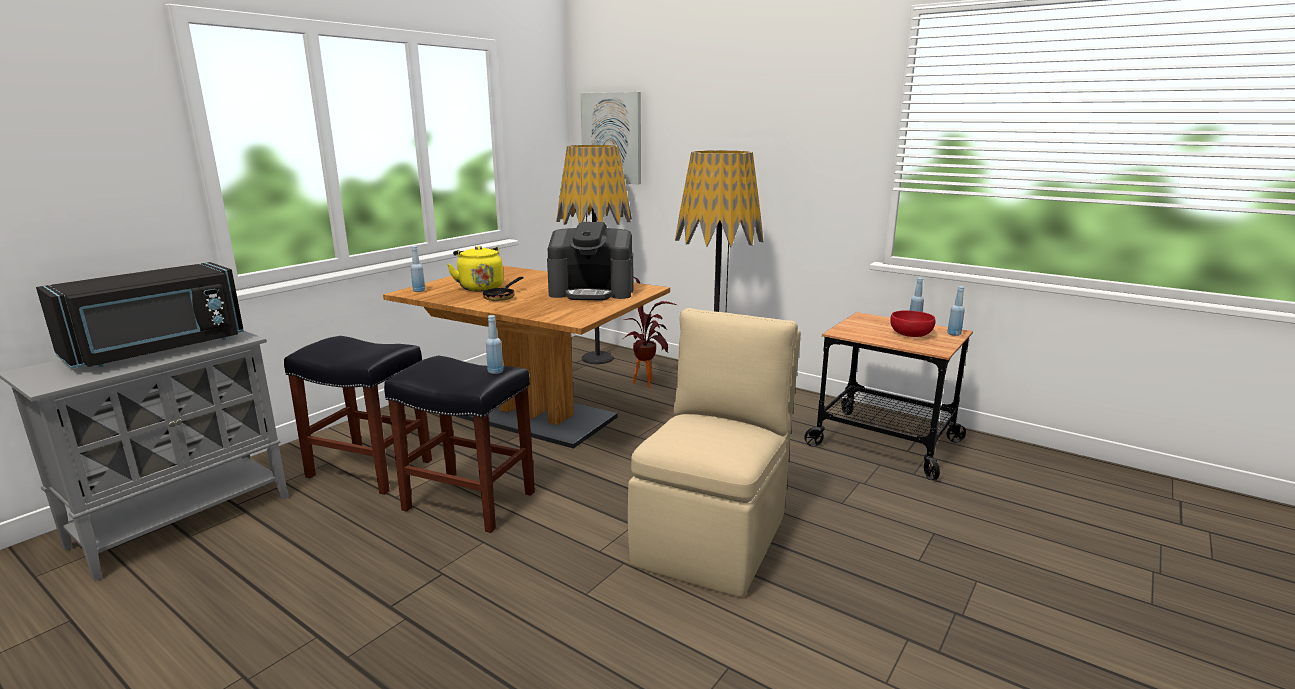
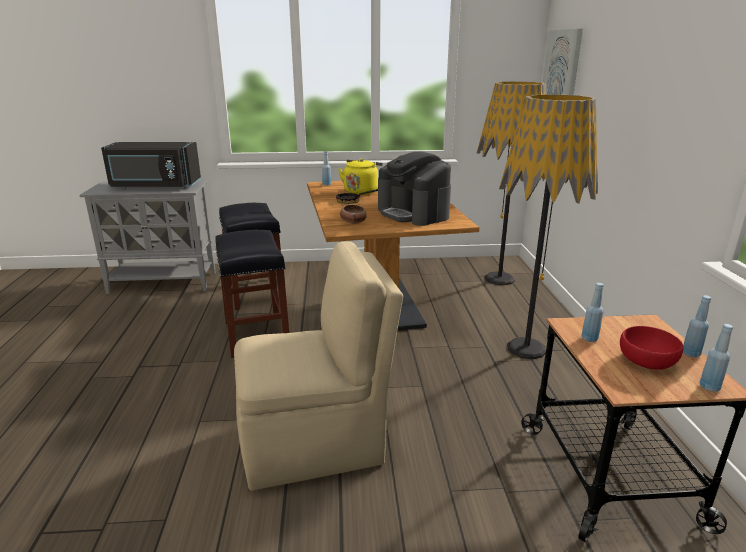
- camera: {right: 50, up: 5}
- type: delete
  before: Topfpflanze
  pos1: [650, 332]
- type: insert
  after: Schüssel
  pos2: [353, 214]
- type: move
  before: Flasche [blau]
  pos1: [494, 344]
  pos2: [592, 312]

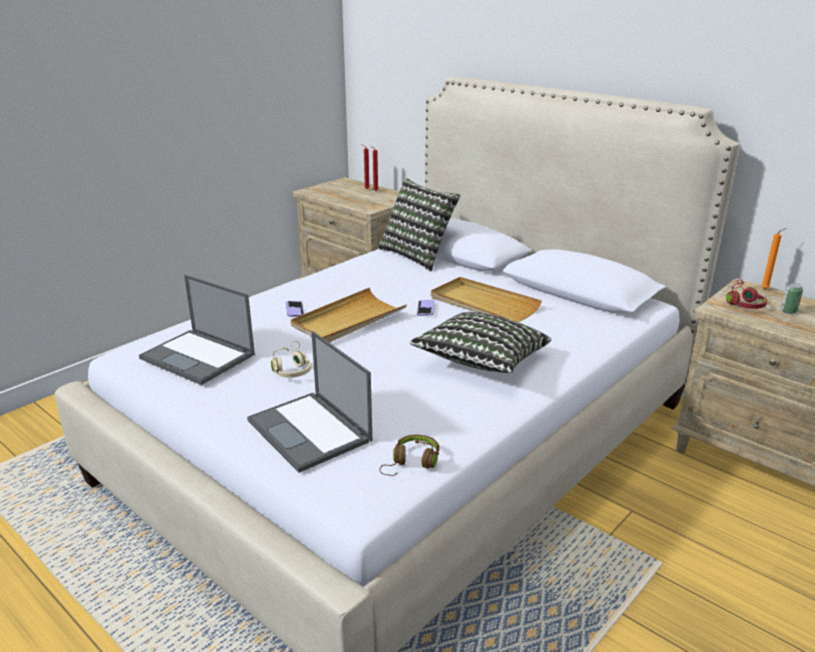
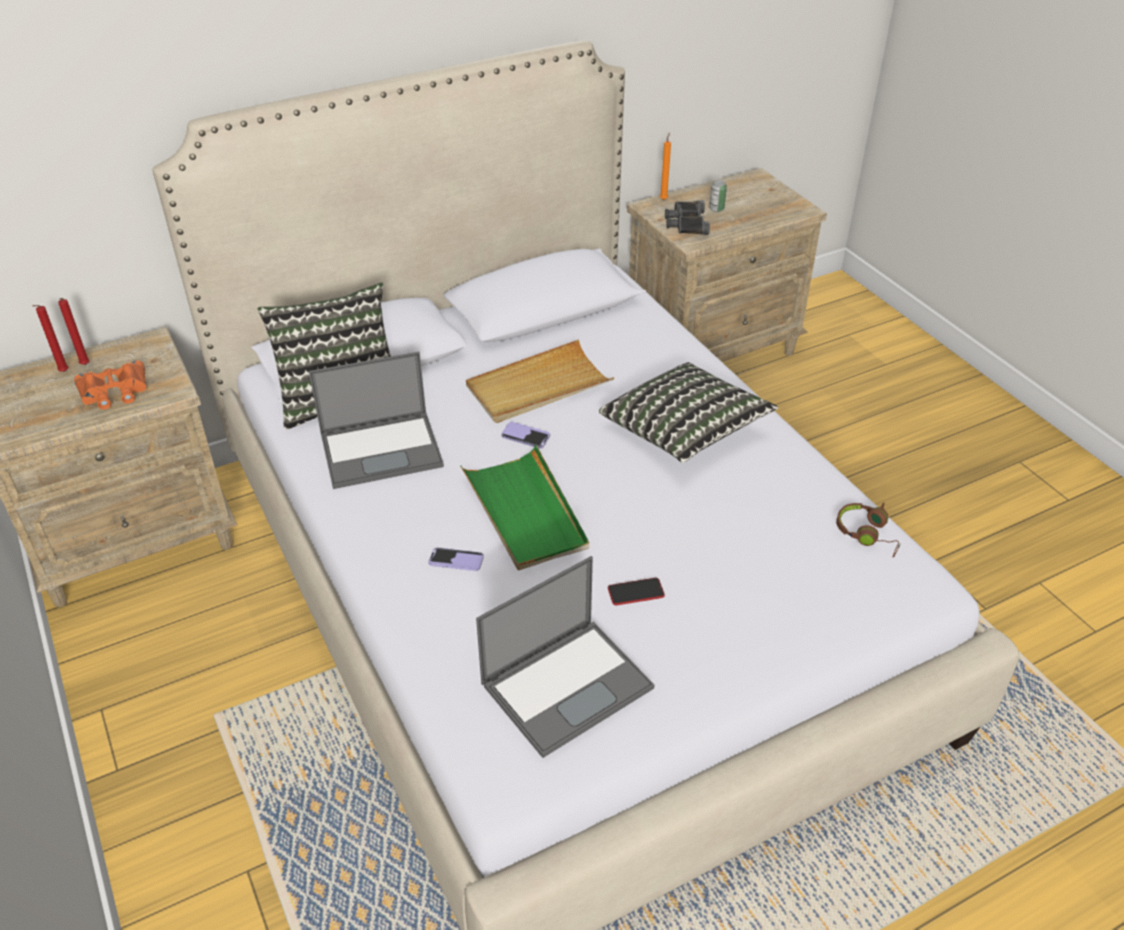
- camera: {right: -70, up: 15}
- type: insert
  after: Fernglas [orange]
  pos2: [110, 385]
- type: move
  before: Laptop
  pos1: [309, 402]
  pos2: [376, 420]
- type: replace
  before: Kopfhörer [beige]
  after: Handy
  pos1: [291, 359]
  pos2: [636, 591]
- type: replace
  before: Kopfhörer [rot]
  after: Fernglas [schwarz]
  pos1: [746, 294]
  pos2: [687, 217]
- type: recolor
  before: Tablett [beige]
  after: Tablett [grün]
  pos1: [349, 315]
  pos2: [524, 508]

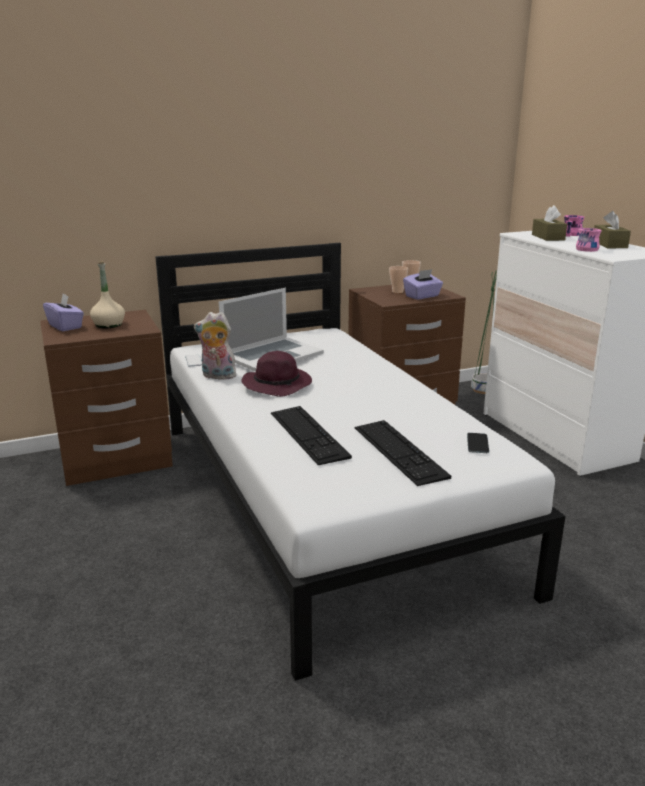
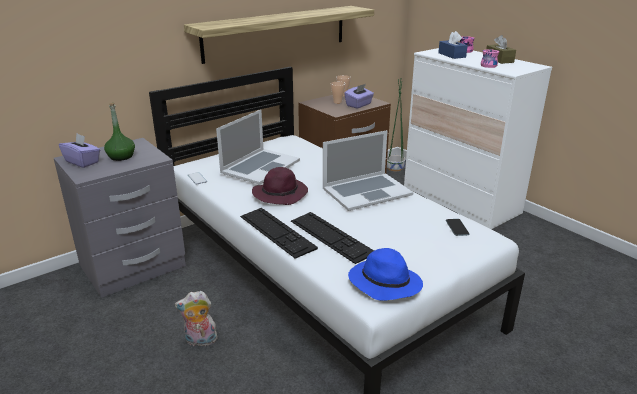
- camera: {right: -15, up: 5}
- type: insert
  after: Wandregal
  pos2: [279, 35]
- type: insert
  after: Laptop
  pos2: [368, 170]
- type: insert
  after: Hut [blau]
  pos2: [385, 274]
- type: move
  before: Plüschtier
  pos1: [215, 346]
  pos2: [196, 318]
- type: move
  before: Tastatur
  pos1: [402, 453]
  pos2: [279, 233]
- type: recolor
  before: Nachttisch [braun]
  after: Nachttisch [grau]
  pos1: [106, 398]
  pos2: [120, 218]
- type: recolor
  before: Flasche [beige]
  after: Flasche [grün]
  pos1: [107, 294]
  pos2: [119, 132]
- type: recolor
  before: Taschentuchbox [braun]
  after: Taschentuchbox [blau]
  pos1: [549, 223]
  pos2: [453, 45]

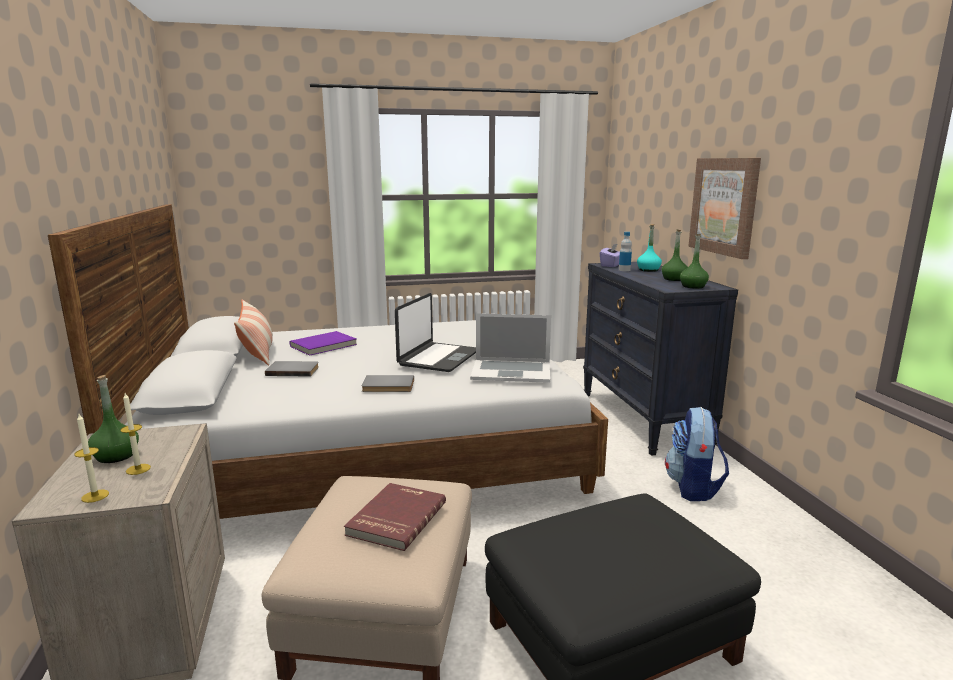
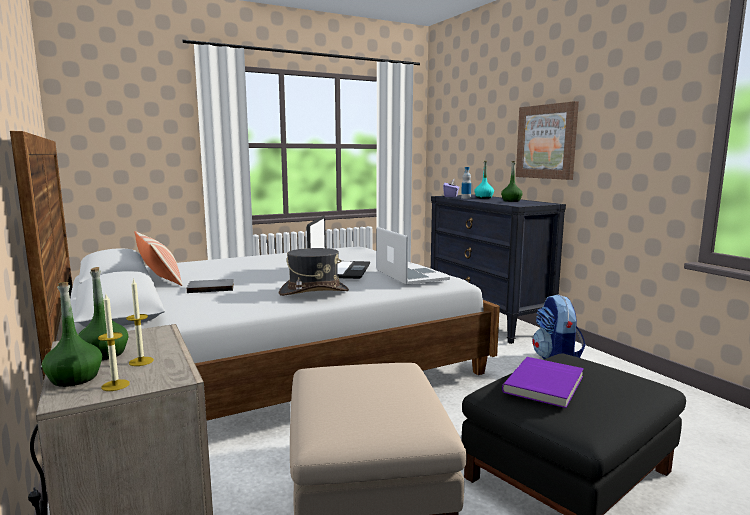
- camera: {right: -15, up: -5}
- type: delete
  before: Buch [rot]
  pos1: [395, 517]
- type: move
  before: Buch [lila]
  pos1: [323, 343]
  pos2: [543, 382]
- type: move
  before: Flasche [grün]
  pos1: [694, 261]
  pos2: [72, 334]
- type: replace
  before: Buch [grau]
  after: Hut [grau]
  pos1: [388, 383]
  pos2: [314, 272]
- type: rotate
  before: Laptop
  pos1: [510, 348]
  pos2: [413, 255]
  turn: -105

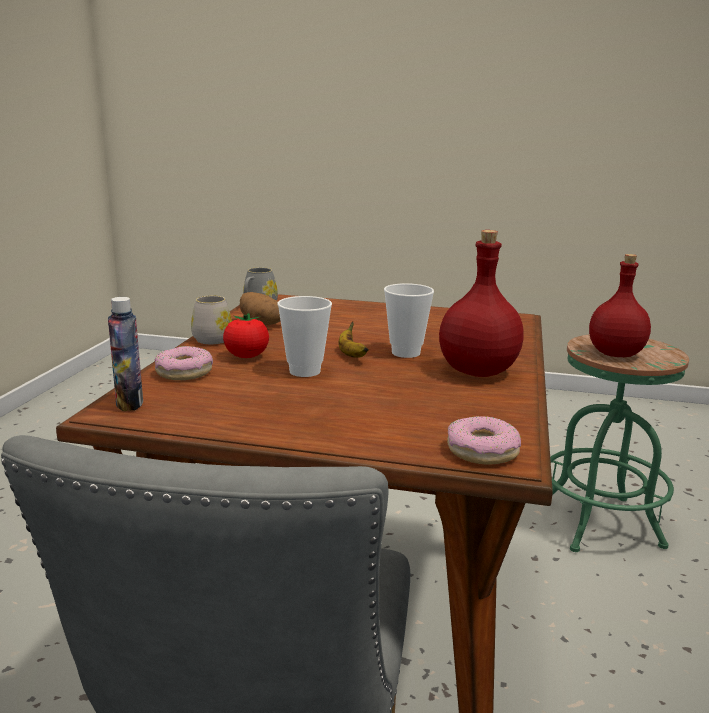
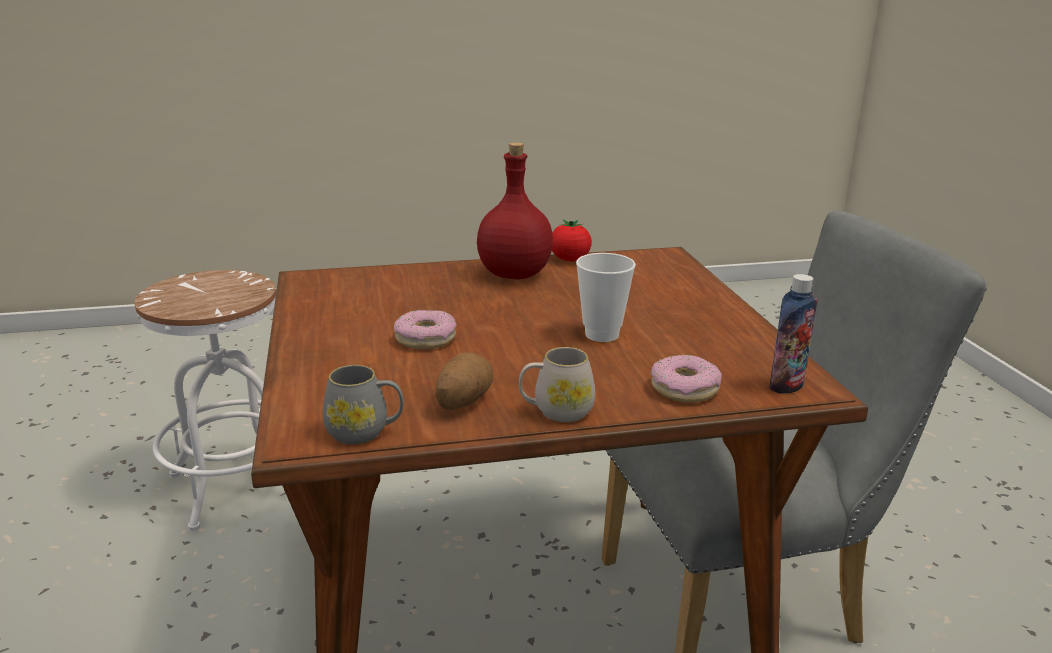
- camera: {right: -115, up: 5}
- type: delete
  before: Banane
  pos1: [353, 339]
- type: delete
  before: Tasse
  pos1: [409, 320]
- type: delete
  before: Flasche [rot]
  pos1: [620, 305]
- type: move
  before: Tomate
  pos1: [246, 335]
  pos2: [572, 240]
- type: move
  before: Donut
  pos1: [484, 440]
  pos2: [425, 329]
- type: recolor
  before: Hocker [grün]
  after: Hocker [weiß]
  pos1: [619, 443]
  pos2: [205, 400]

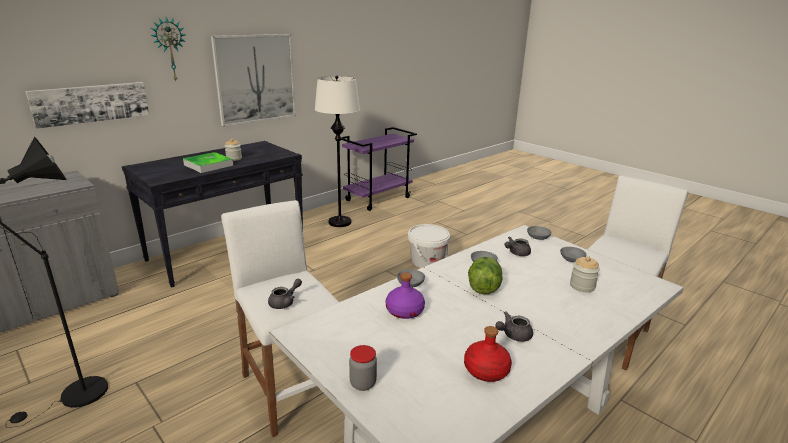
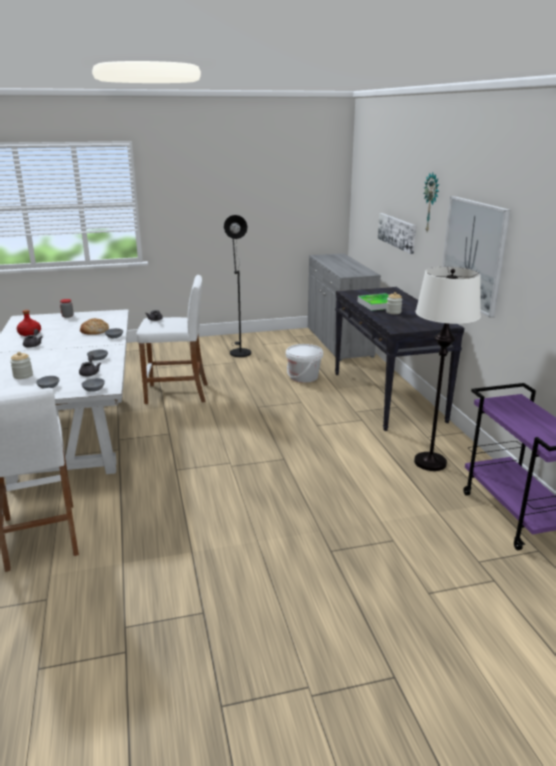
- camera: {right: 120, up: 0}
- type: delete
  before: Salatkopf
  pos1: [485, 275]
- type: move
  before: Eimer [weiß]
  pos1: [429, 246]
  pos2: [304, 363]
- type: replace
  before: Flasche [lila]
  after: Brot
  pos1: [405, 295]
  pos2: [94, 326]

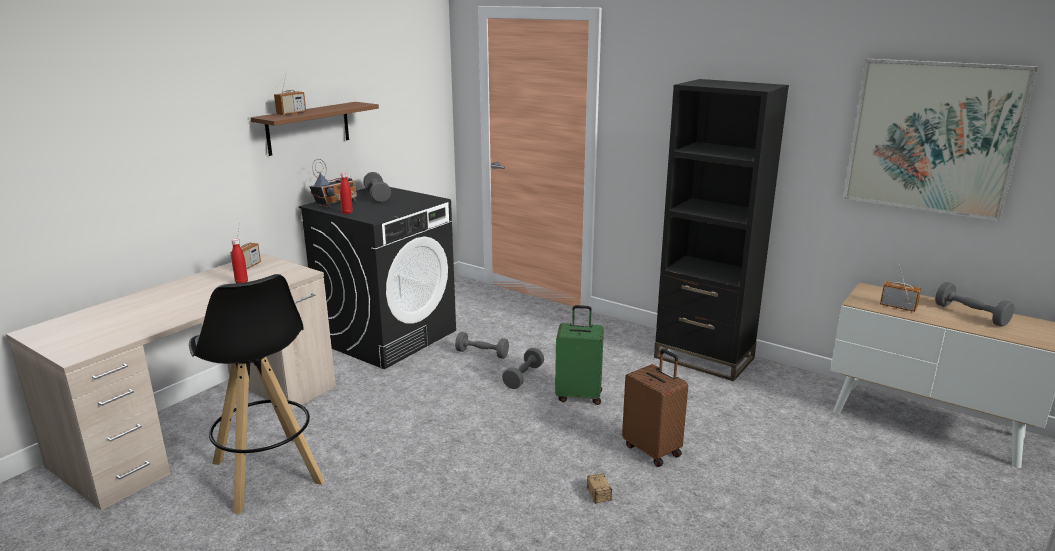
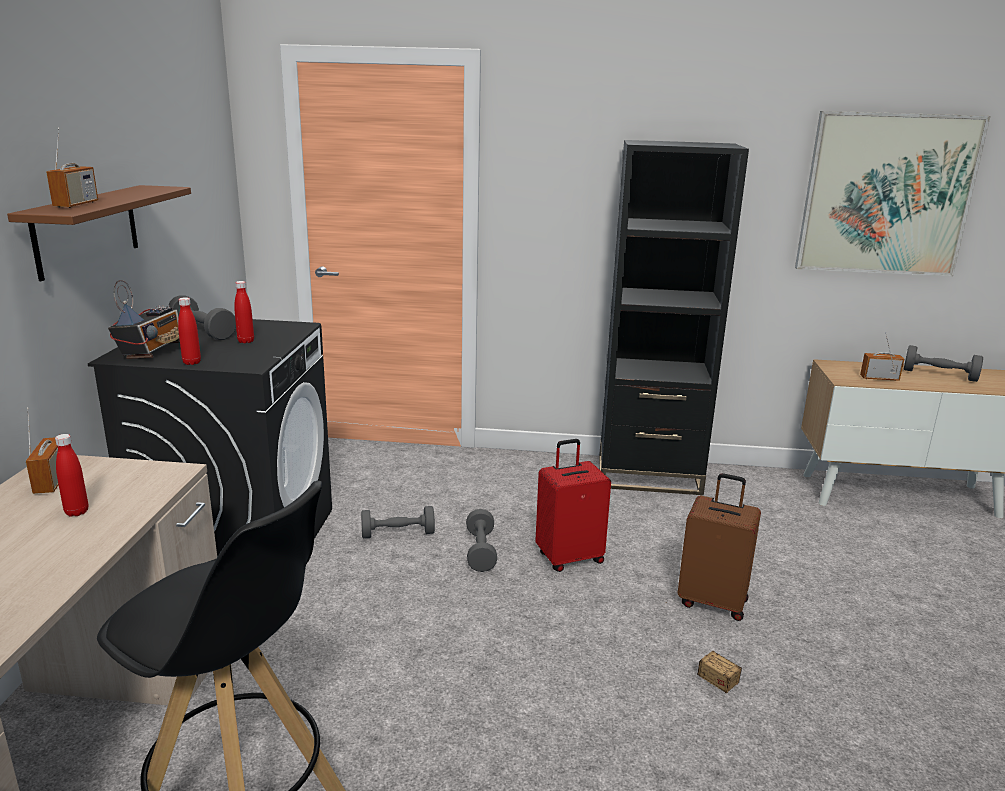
- camera: {right: -30, up: 0}
- type: insert
  after: Flasche [rot]
  pos2: [244, 312]
- type: recolor
  before: Koffer [grün]
  after: Koffer [rot]
  pos1: [579, 355]
  pos2: [573, 505]

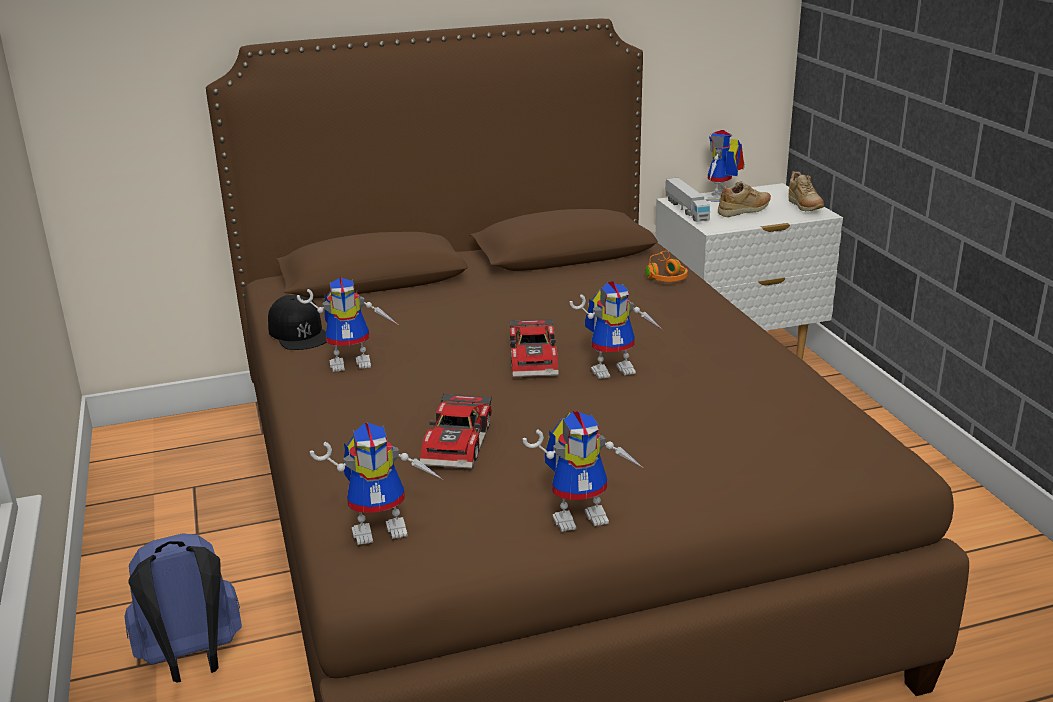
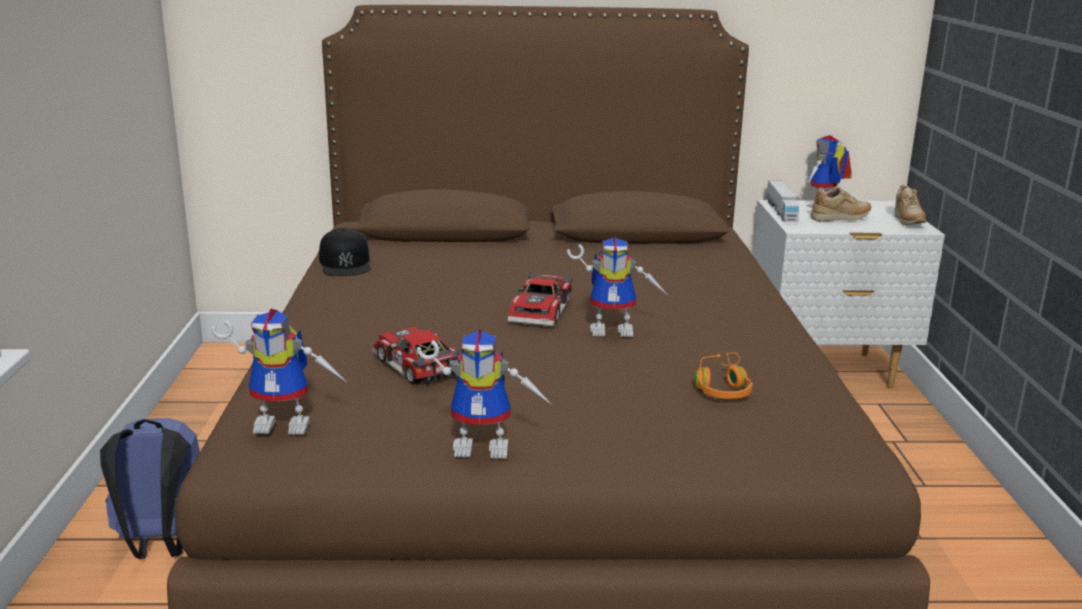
- camera: {right: 15, up: -5}
- type: delete
  before: Spielzeugroboter
  pos1: [347, 324]
- type: move
  before: Kopfhörer [orange]
  pos1: [667, 266]
  pos2: [723, 376]
- type: rotate
  before: Spielzeugauto
  pos1: [456, 431]
  pos2: [416, 355]
  turn: 120

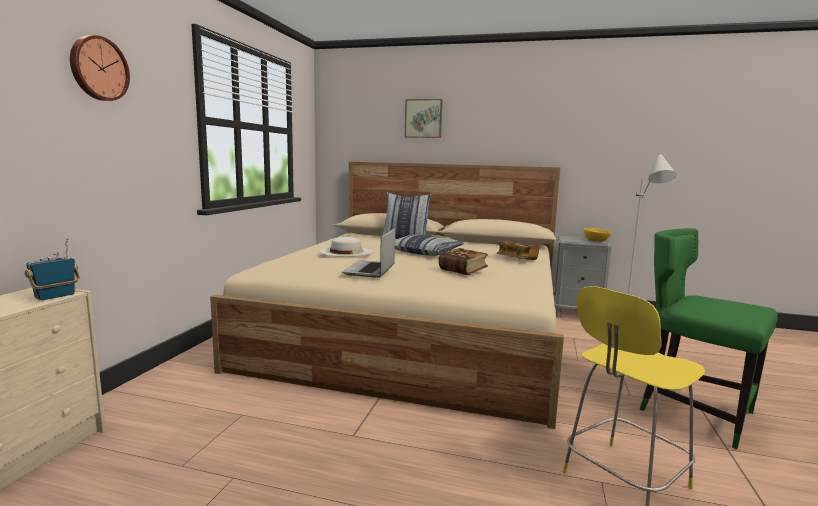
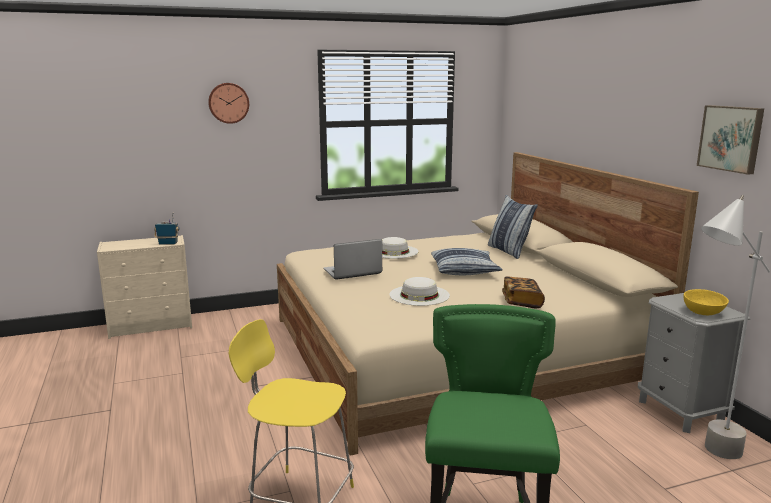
- camera: {right: 55, up: 5}
- type: move
  before: Bild
  pos1: [424, 118]
  pos2: [730, 140]
- type: replace
  before: Buch
  after: Hut [weiß]
  pos1: [463, 261]
  pos2: [420, 291]

